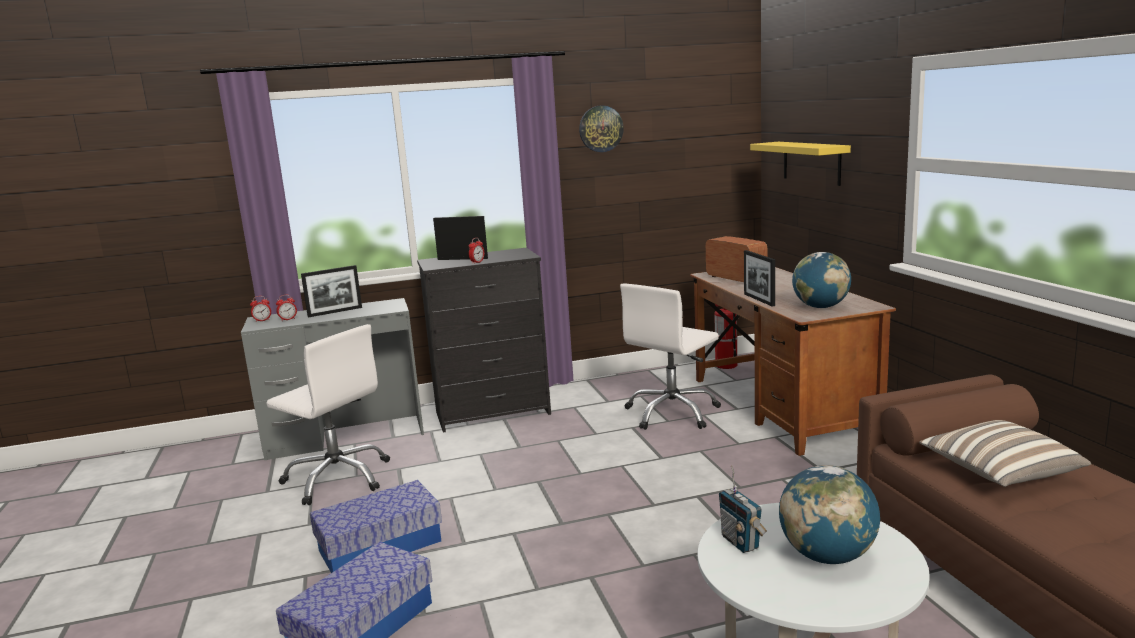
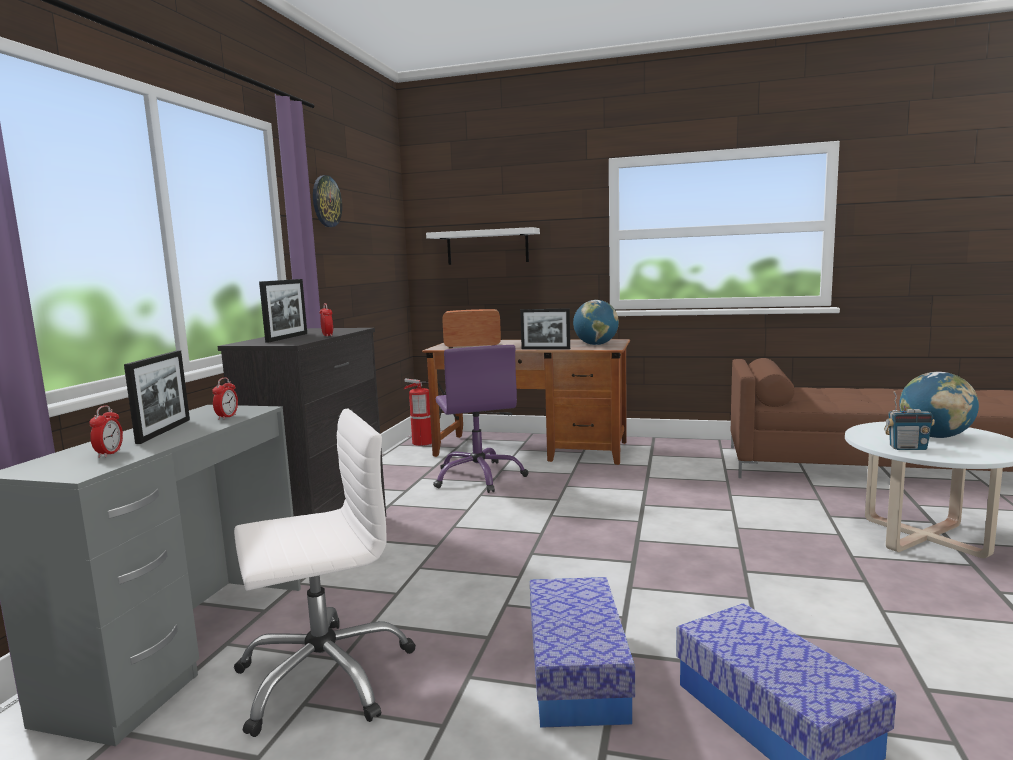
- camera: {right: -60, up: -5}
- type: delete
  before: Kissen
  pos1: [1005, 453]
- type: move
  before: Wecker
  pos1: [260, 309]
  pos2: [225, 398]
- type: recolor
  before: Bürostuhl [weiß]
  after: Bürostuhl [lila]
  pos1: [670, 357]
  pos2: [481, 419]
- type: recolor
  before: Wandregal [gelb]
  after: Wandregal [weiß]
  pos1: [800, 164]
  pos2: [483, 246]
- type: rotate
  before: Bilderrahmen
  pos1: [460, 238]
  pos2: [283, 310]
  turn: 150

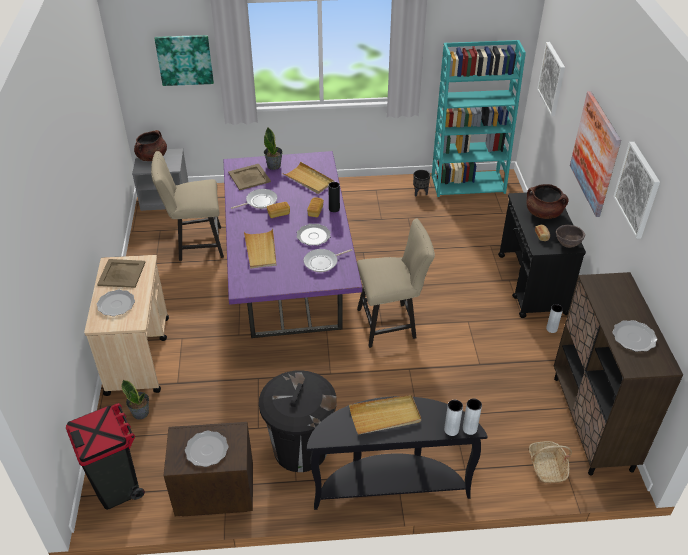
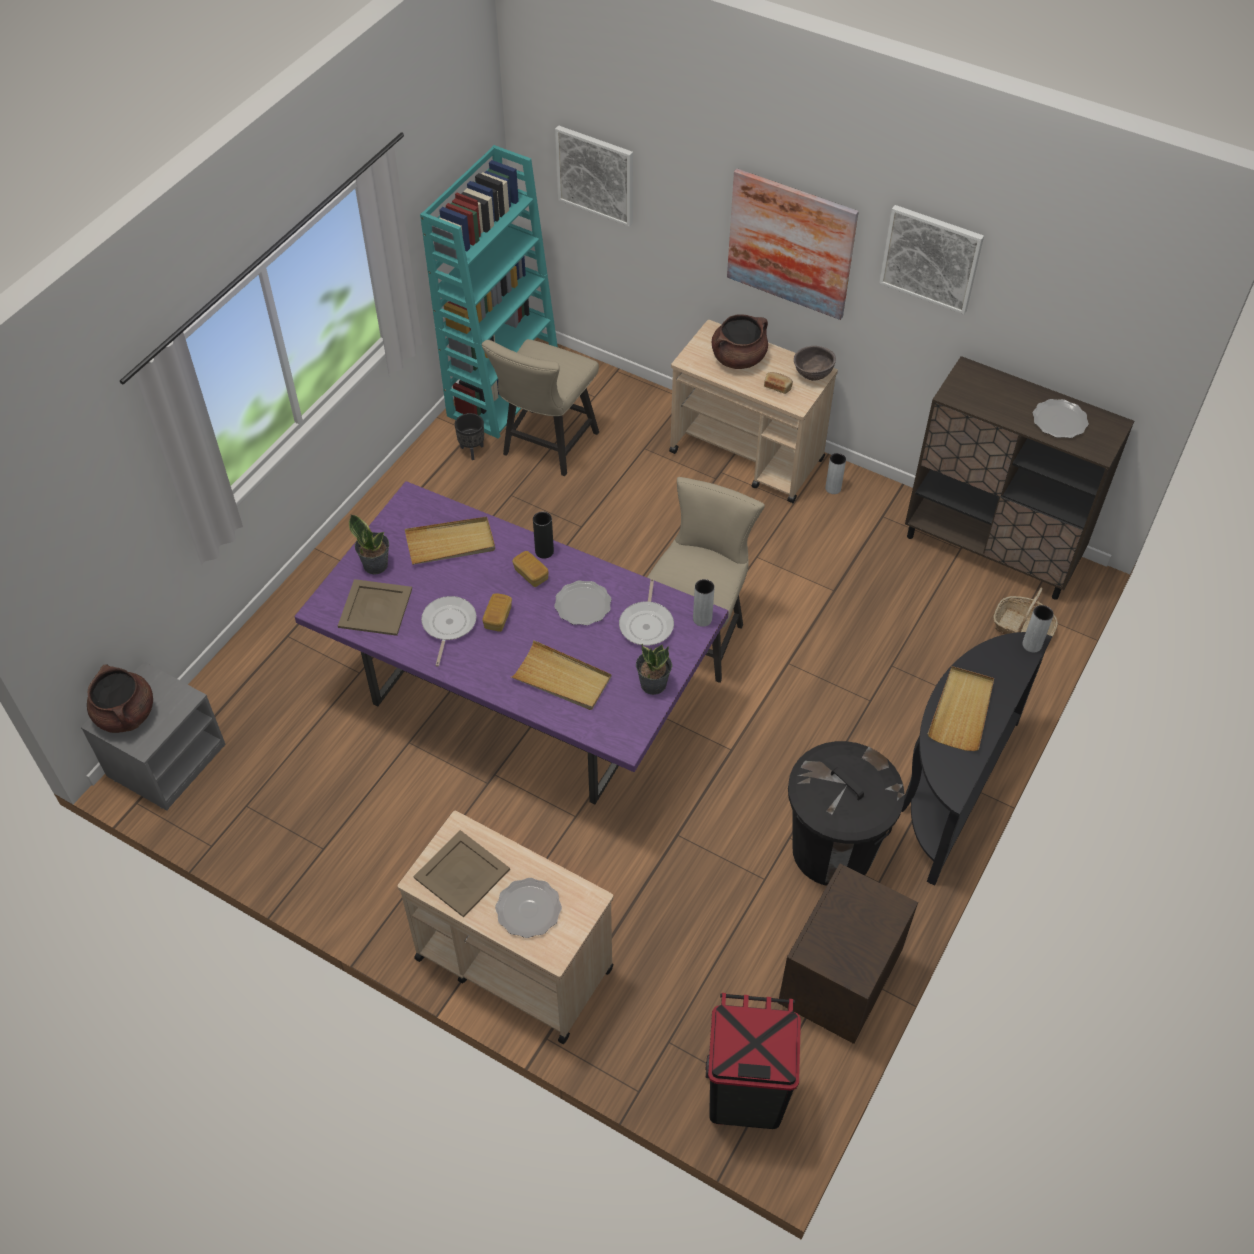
- camera: {right: -55, up: 10}
- type: delete
  before: Bild
  pos1: [184, 60]
- type: delete
  before: Teller
  pos1: [207, 449]
- type: move
  before: Topfpflanze
  pos1: [135, 400]
  pos2: [654, 669]
- type: move
  before: Stuhl [beige]
  pos1: [187, 206]
  pos2: [540, 407]
- type: move
  before: Vase [grau]
  pos1: [453, 418]
  pos2: [704, 603]
- type: recolor
  before: Rollwagen [schwarz]
  after: Rollwagen [beige]
  pos1: [542, 255]
  pos2: [753, 411]

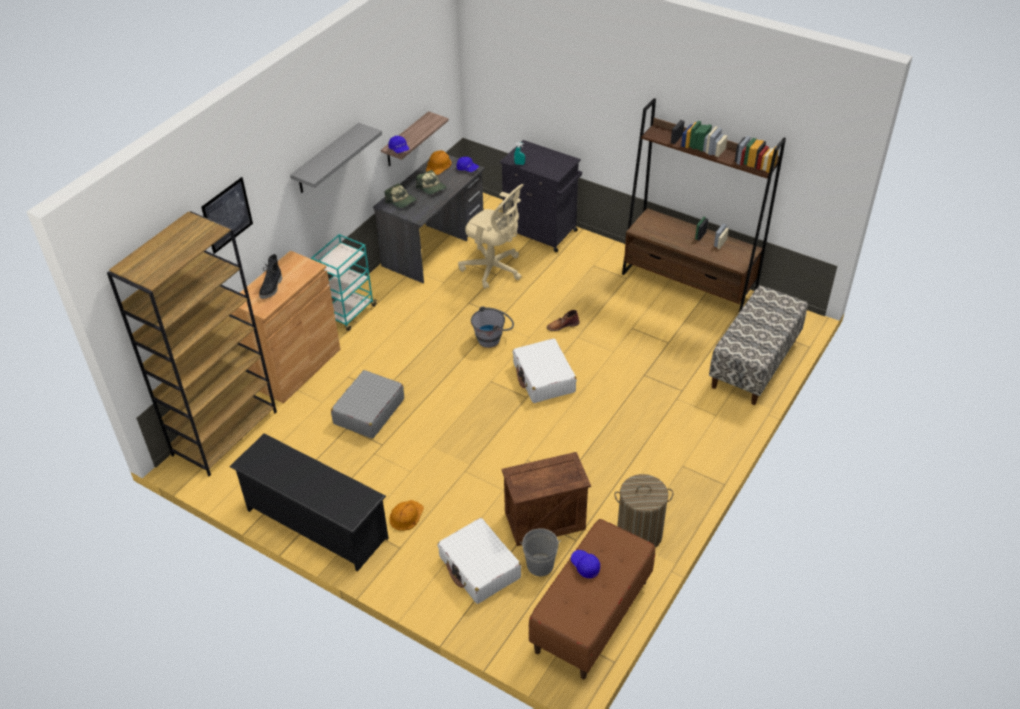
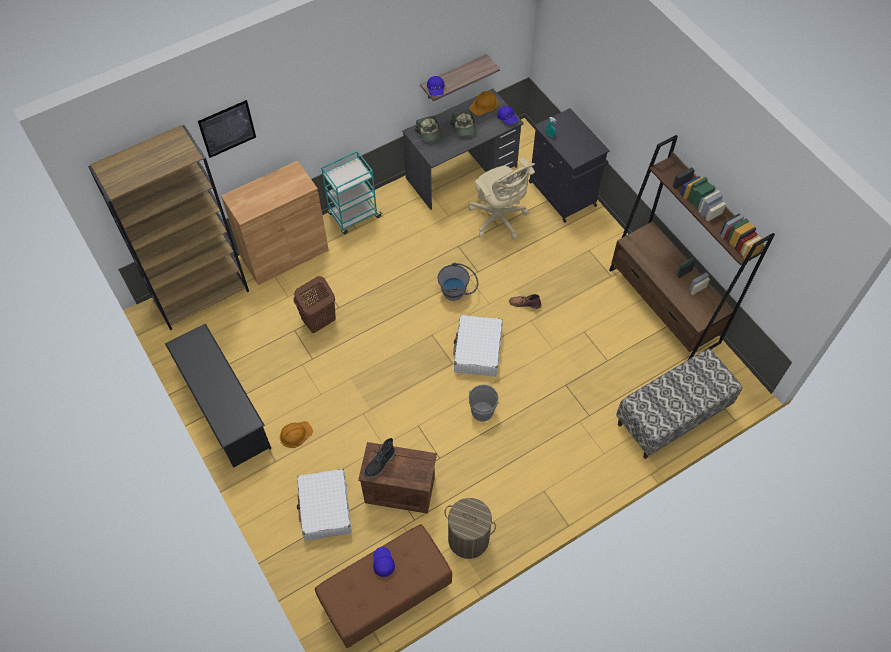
- camera: {right: 25, up: 15}
- type: delete
  before: Wandregal [grau]
  pos1: [336, 157]
- type: move
  before: Stiefel [schwarz]
  pos1: [270, 276]
  pos2: [379, 458]
- type: move
  before: Eimer [grau]
  pos1: [540, 552]
  pos2: [484, 403]
- type: replace
  before: Koffer [grau]
  after: Wäschekorb [braun]
  pos1: [367, 404]
  pos2: [315, 304]

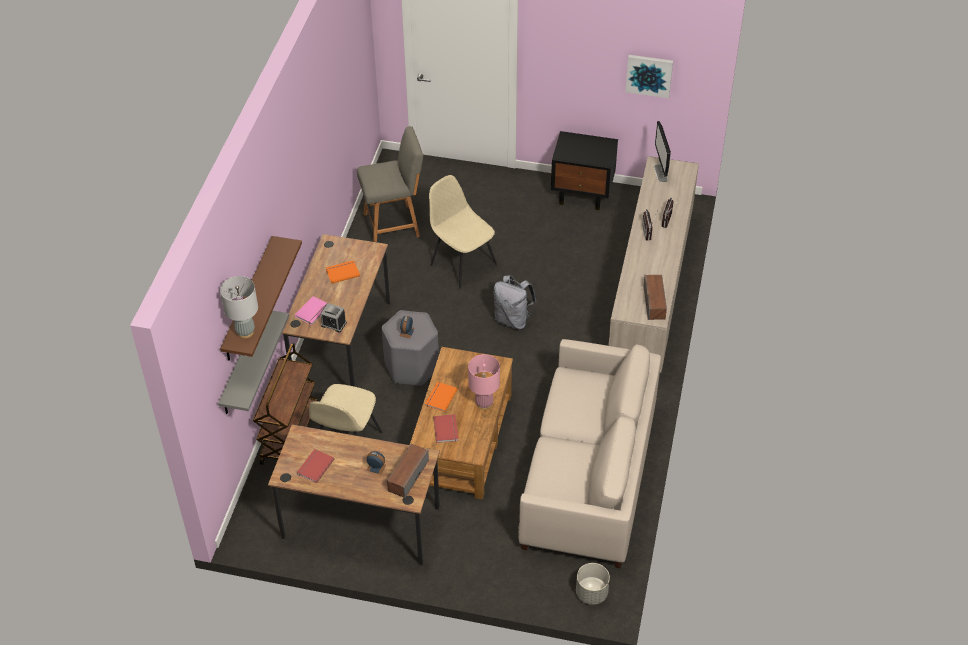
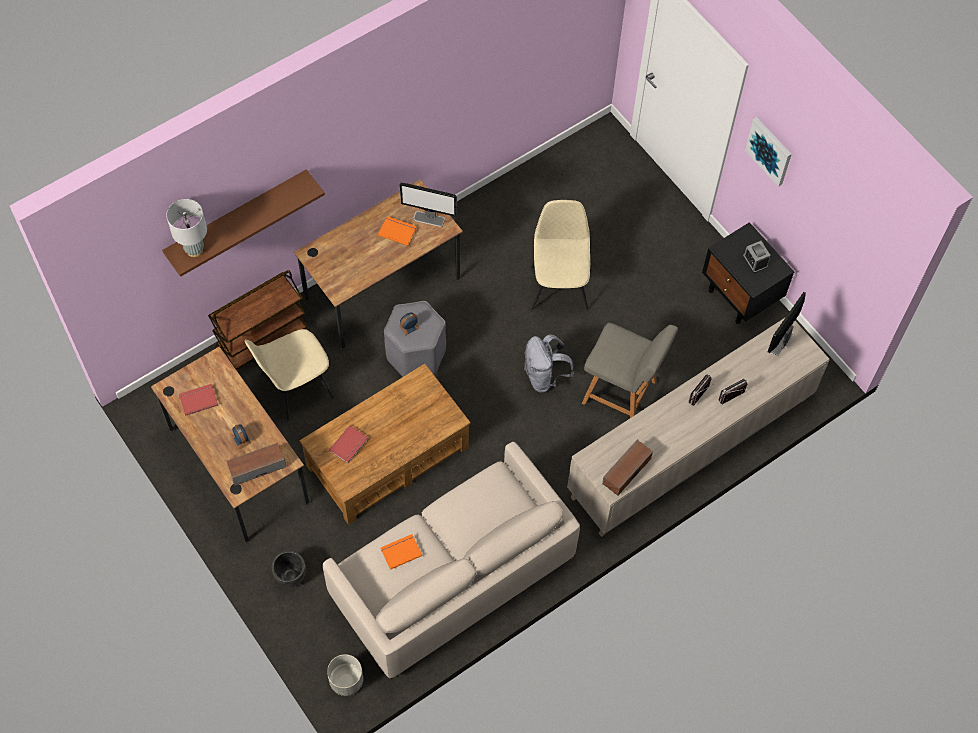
- camera: {right: 40, up: 15}
- type: delete
  before: Wandregal [grau]
  pos1: [253, 362]
- type: delete
  before: Buch [rosa]
  pos1: [311, 310]
- type: delete
  before: Tischlampe [rosa]
  pos1: [484, 382]
- type: insert
  after: Pflanzkübel [schwarz]
  pos2: [289, 569]
- type: insert
  after: Monitor
  pos2: [428, 205]
- type: move
  before: Wecker
  pos1: [334, 317]
  pos2: [756, 257]
- type: move
  before: Stuhl [grau]
  pos1: [390, 184]
  pos2: [630, 370]
- type: move
  before: Buch [orange]
  pos1: [441, 397]
  pos2: [401, 552]
- type: move
  before: Bild
  pos1: [649, 76]
  pos2: [768, 152]

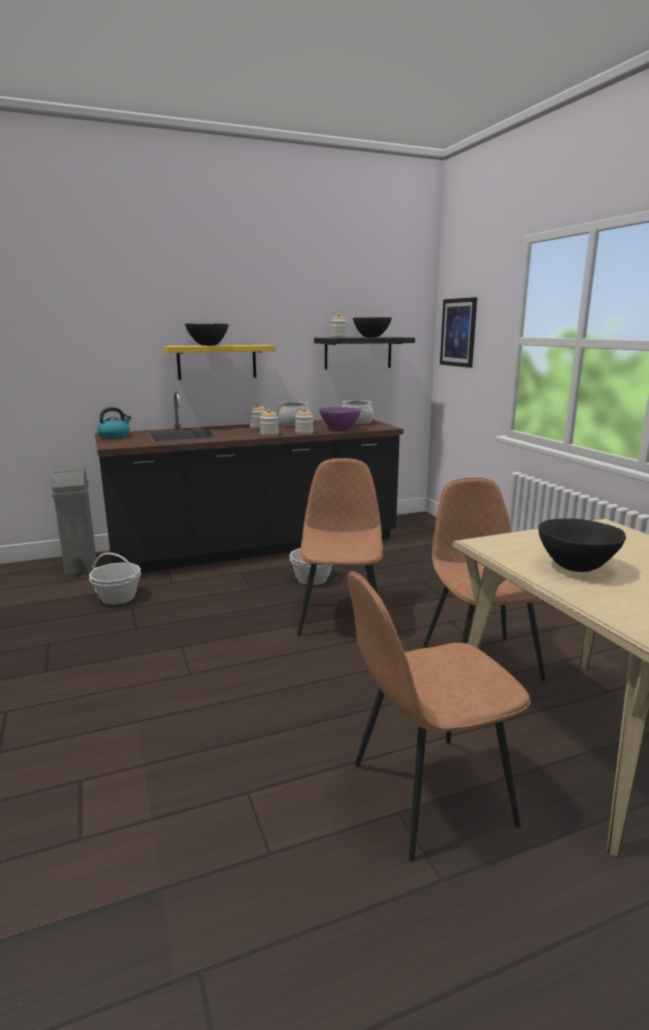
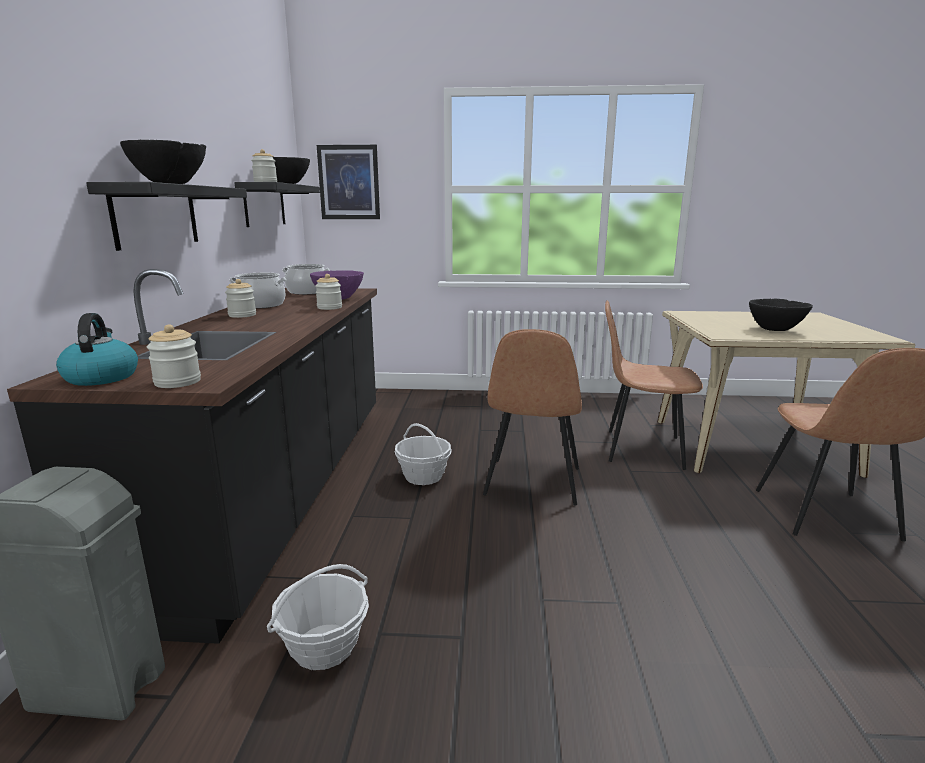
- camera: {right: -65, up: 0}
- type: move
  before: Vorratsglas
  pos1: [269, 422]
  pos2: [174, 356]
- type: recolor
  before: Wandregal [gelb]
  after: Wandregal [schwarz]
  pos1: [219, 362]
  pos2: [166, 216]
- type: rotate
  before: Stuhl [braun]
  pos1: [340, 547]
  pos2: [532, 417]
  turn: -105

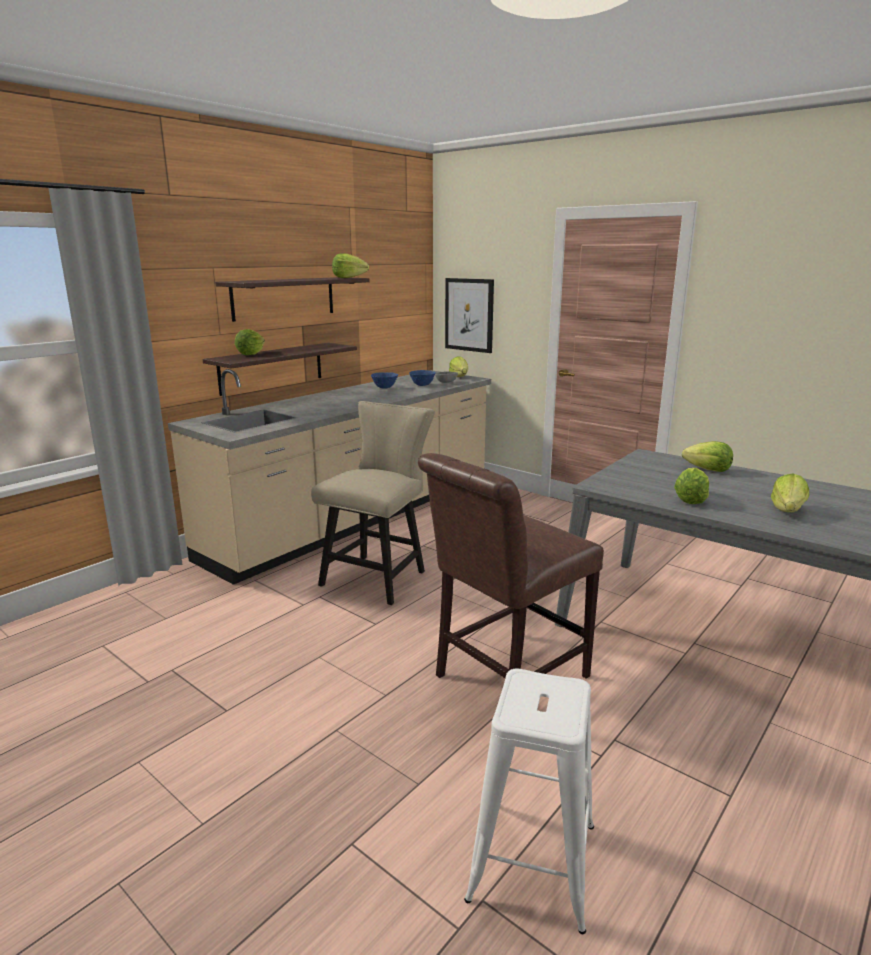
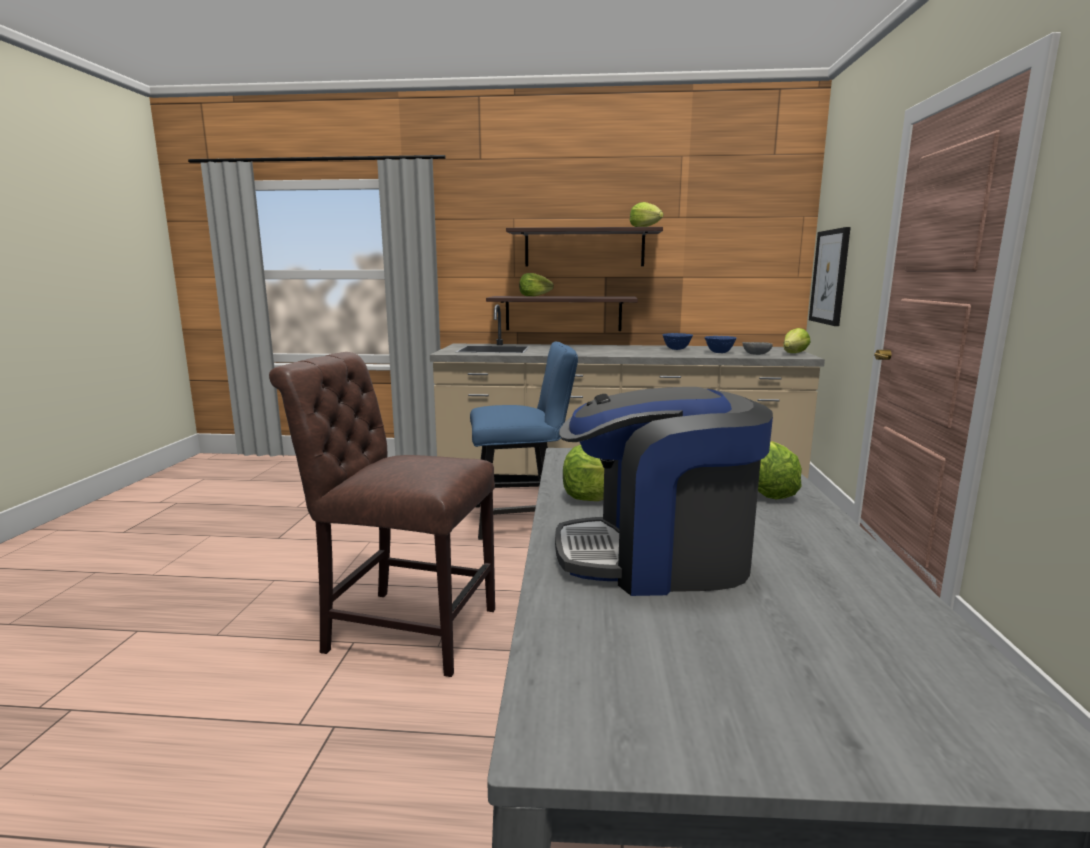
- camera: {right: 55, up: -5}
- type: delete
  before: Hocker [weiß]
  pos1: [529, 801]
- type: replace
  before: Salatkopf
  after: Kaffeemaschine
  pos1: [790, 492]
  pos2: [664, 491]
- type: recolor
  before: Stuhl [beige]
  after: Stuhl [blau]
  pos1: [373, 503]
  pos2: [524, 441]

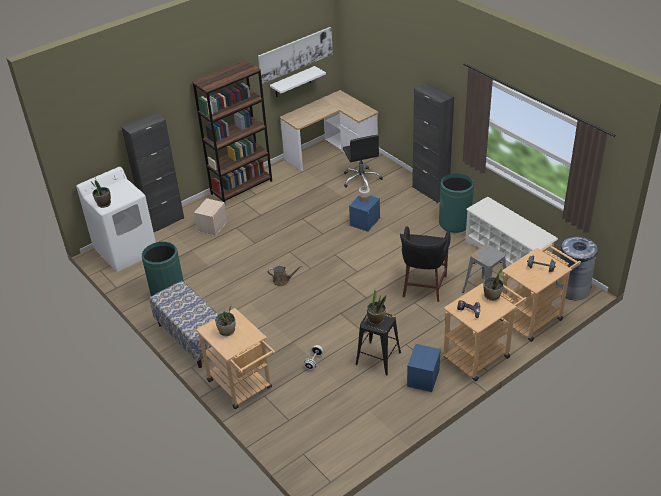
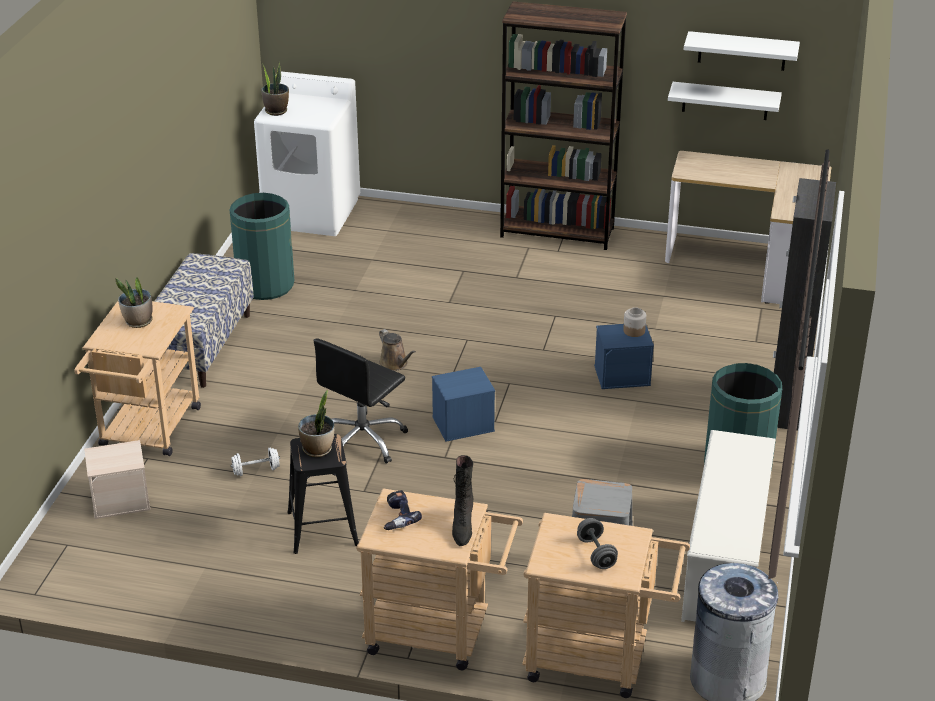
- camera: {right: 50, up: -5}
- type: delete
  before: Schrank [schwarz]
  pos1: [152, 172]
- type: delete
  before: Hocker [schwarz]
  pos1: [425, 264]
- type: move
  before: Aufbewahrungsbox [beige]
  pos1: [211, 217]
  pos2: [117, 479]
- type: move
  before: Bürostuhl [schwarz]
  pos1: [363, 161]
  pos2: [361, 401]
- type: move
  before: Aufbewahrungsbox [blau]
  pos1: [424, 368]
  pos2: [463, 404]
- type: replace
  before: Bild
  after: Wandregal [weiß]
  pos1: [295, 55]
  pos2: [742, 51]
- type: replace
  before: Topfpflanze
  after: Stiefel [schwarz]
  pos1: [493, 284]
  pos2: [462, 500]

